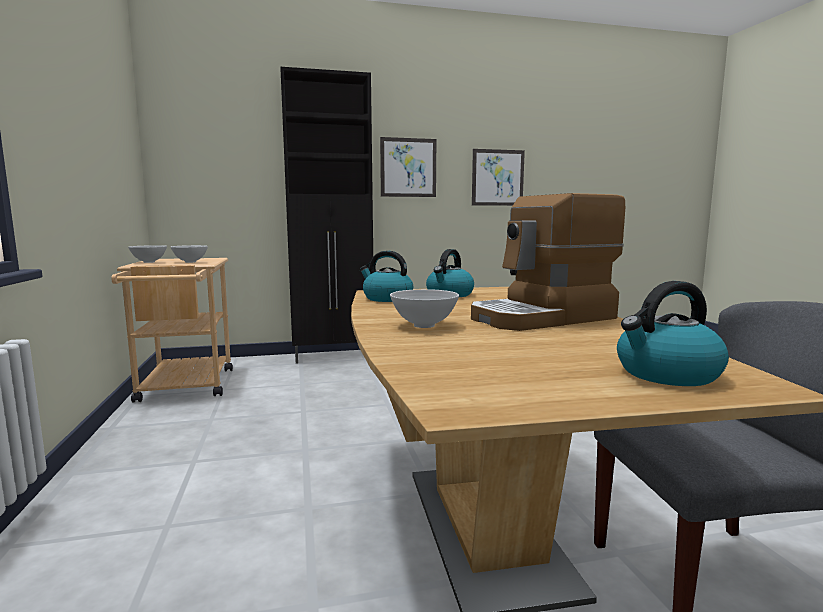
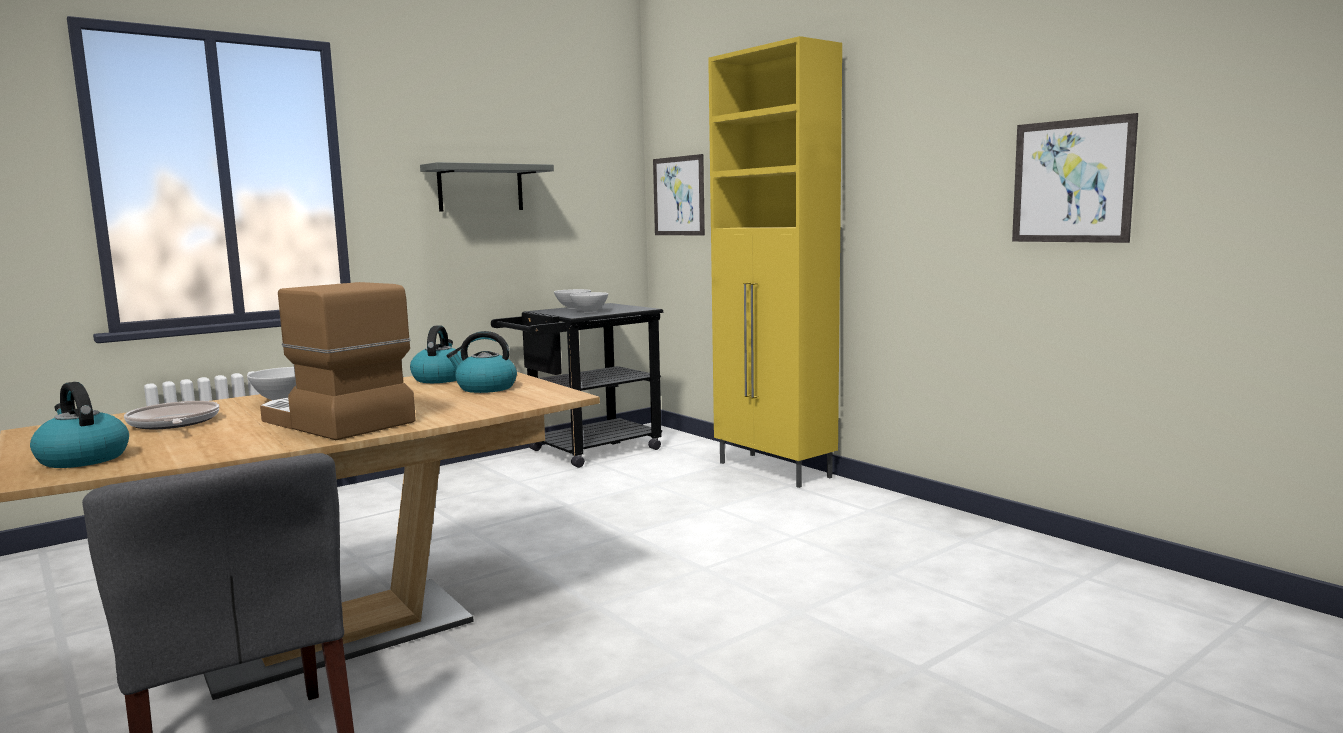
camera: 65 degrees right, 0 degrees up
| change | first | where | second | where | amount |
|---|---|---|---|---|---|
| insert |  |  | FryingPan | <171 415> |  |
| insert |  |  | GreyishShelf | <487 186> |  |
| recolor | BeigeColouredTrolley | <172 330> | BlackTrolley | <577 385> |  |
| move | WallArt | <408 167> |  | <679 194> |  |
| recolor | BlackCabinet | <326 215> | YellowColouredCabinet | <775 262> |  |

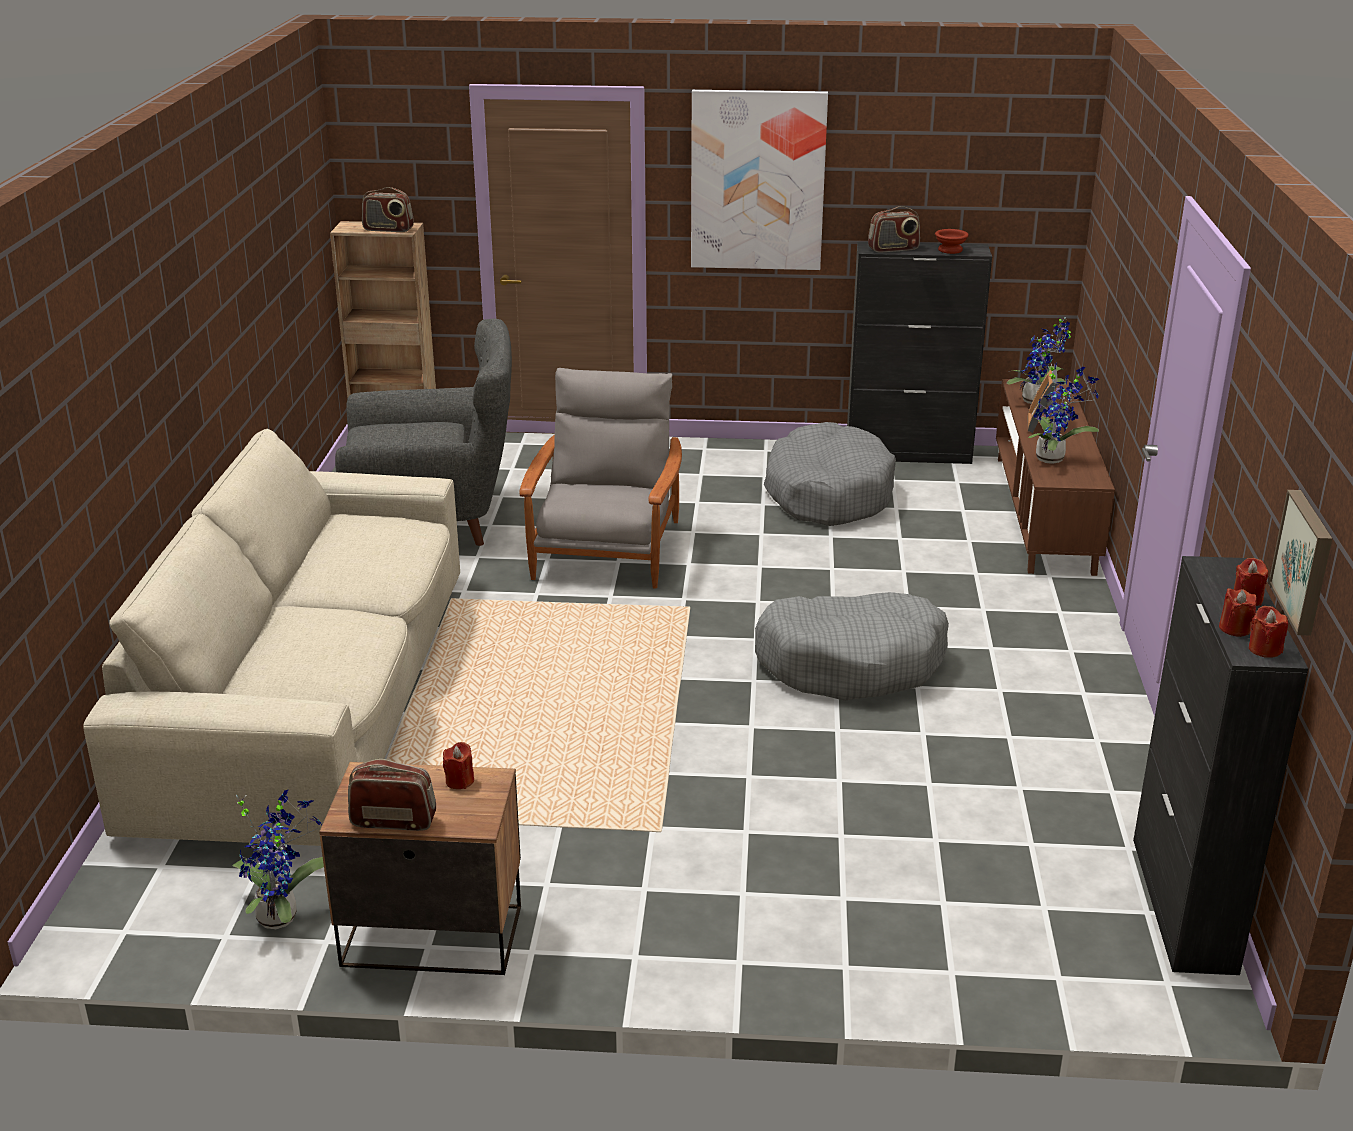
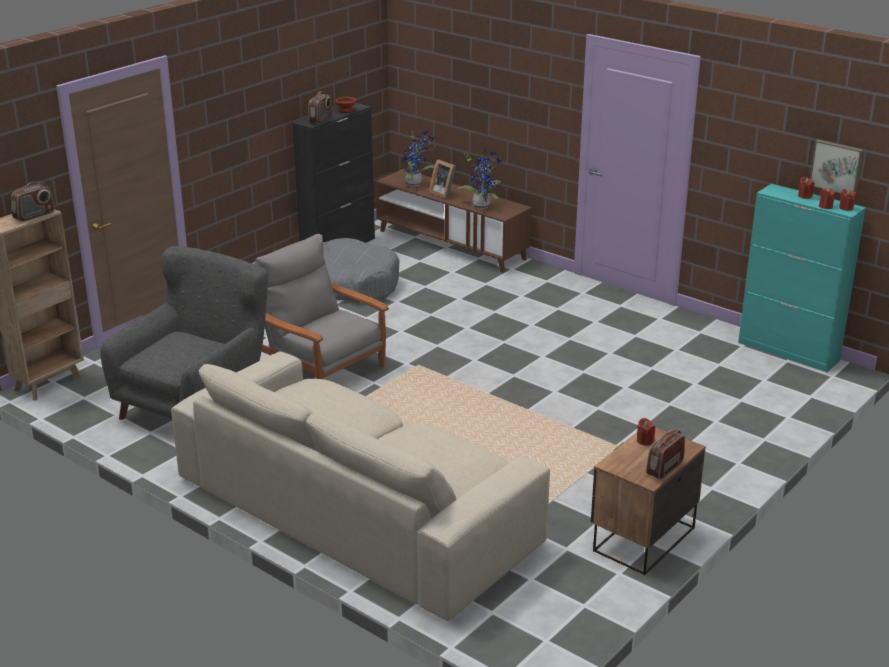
camera: 55 degrees left, 0 degrees up
| change | first | where | second | where | amount |
|---|---|---|---|---|---|
| recolor | BlackCabinet | <1220 765> | BlueGreenCabinet | <802 278> |  |
| delete | Houseplant | <278 859> |  |  |  |
| delete | WallArt | <759 180> |  |  |  |
| delete | GreyishDogCushion | <852 646> |  |  |  |

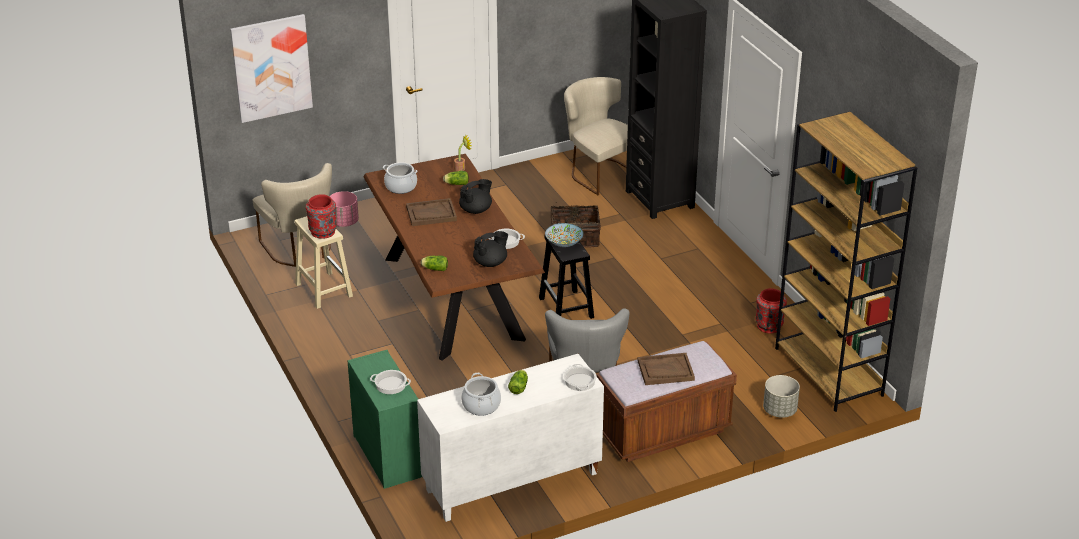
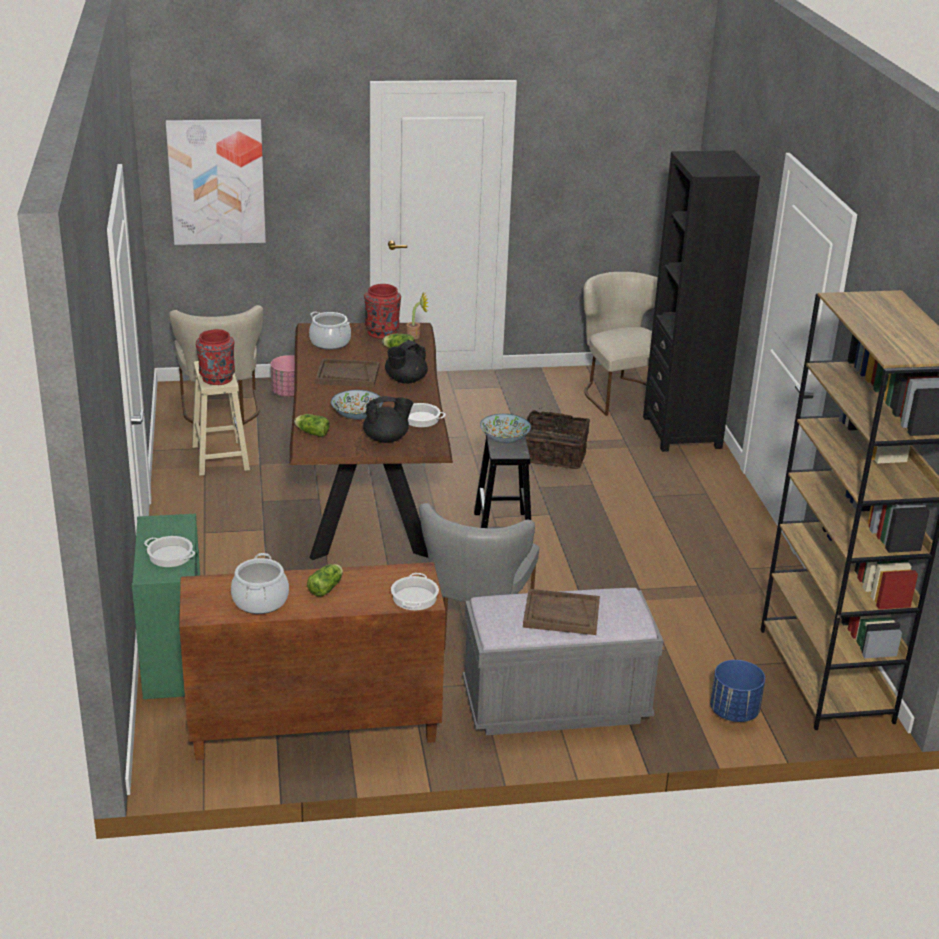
camera: 15 degrees right, 5 degrees down
| change | first | where | second | where | amount |
|---|---|---|---|---|---|
| recolor | WhiteColouredCabinet | <510 438> | BrownishCabinet | <312 661> |  |
| insert |  |  | DeepDish | <357 405> |  |
| move | RedColouredDecorativeVase | <771 310> |  | <382 311> |  |
| rotate | BlackTeapot | <475 196> |  | <406 362> | 150 degrees clockwise |
| recolor | BrownishLongSeat | <666 401> | GreyishLongSeat | <563 661> |  |
| recolor | GreyishPlanter | <781 396> | BluePlanter | <737 691> |  |

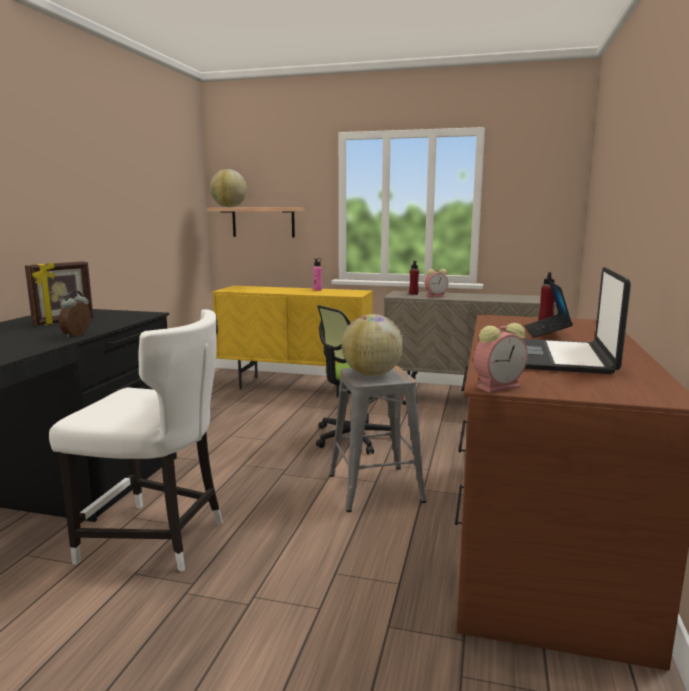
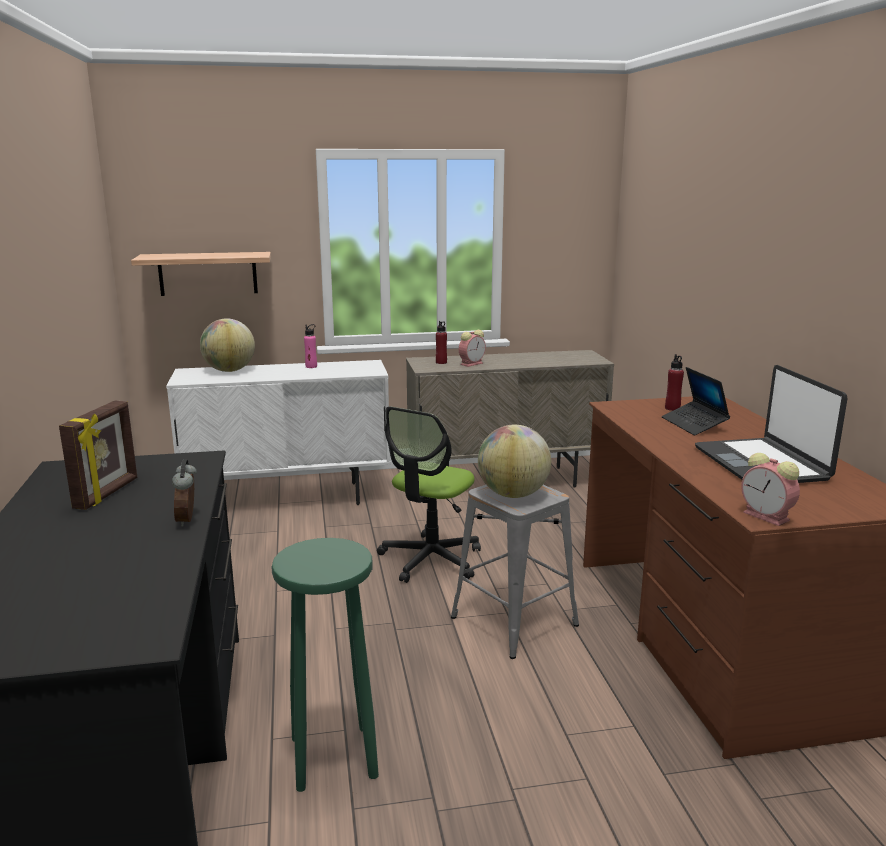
camera: 25 degrees left, 5 degrees up
| change | first | where | second | where | amount |
|---|---|---|---|---|---|
| recolor | YellowColouredCabinet | <292 342> | WhiteColouredCabinet | <278 432> |  |
| move | DeskGlobe | <228 188> |  | <227 345> |  |
| replace | WhiteColouredChair | <135 440> | GreenColouredSittingStool | <325 665> |  |
| rotate | BedsideClock | <501 358> |  | <770 489> | 105 degrees clockwise |

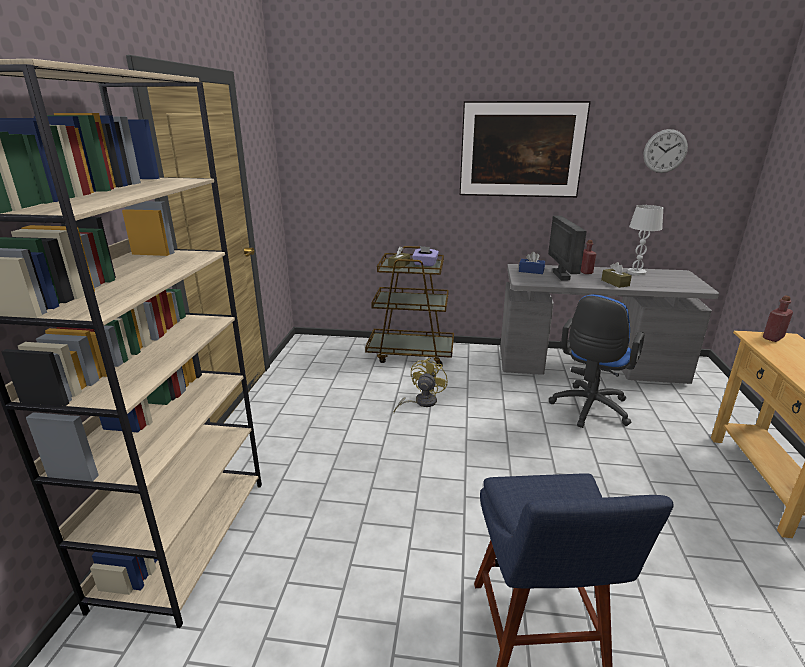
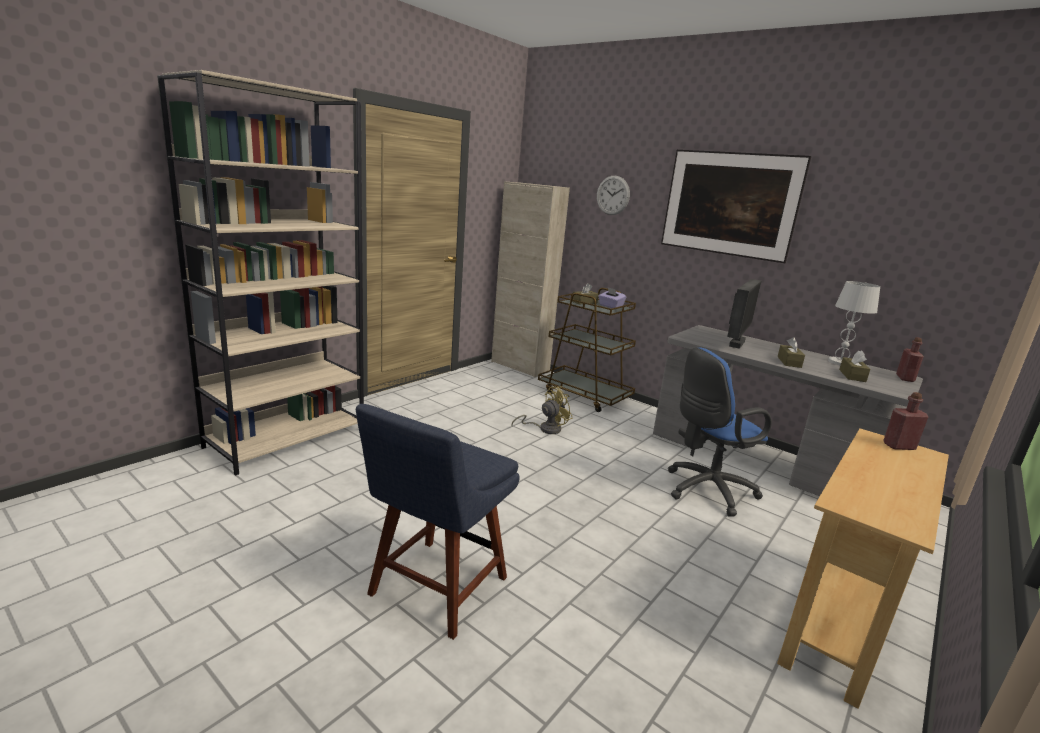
camera: 30 degrees right, 5 degrees down
| change | first | where | second | where | amount |
|---|---|---|---|---|---|
| insert |  |  | BeigeColouredCabinet | <530 279> |  |
| move | WallClock | <665 151> |  | <613 195> |  |
| insert |  |  | BrownishTissueBox | <854 366> |  |
| move | RedColouredBeverageBottle | <588 257> |  | <910 359> |  |
| delete | BlueTissueBox | <532 263> |  |  |  |

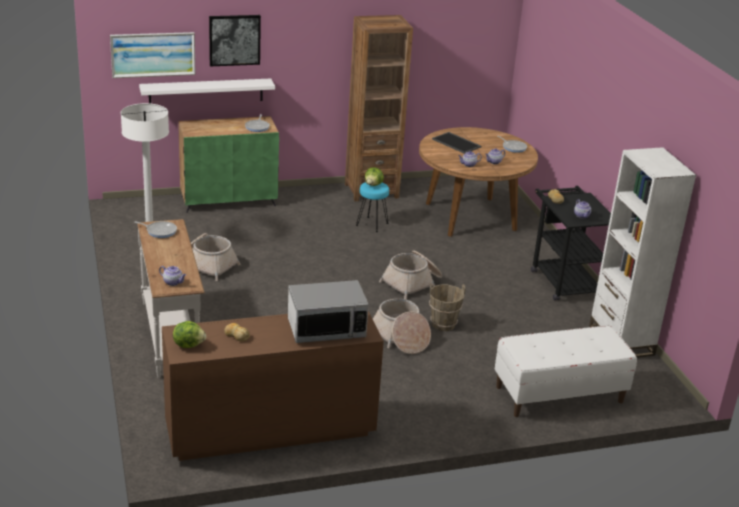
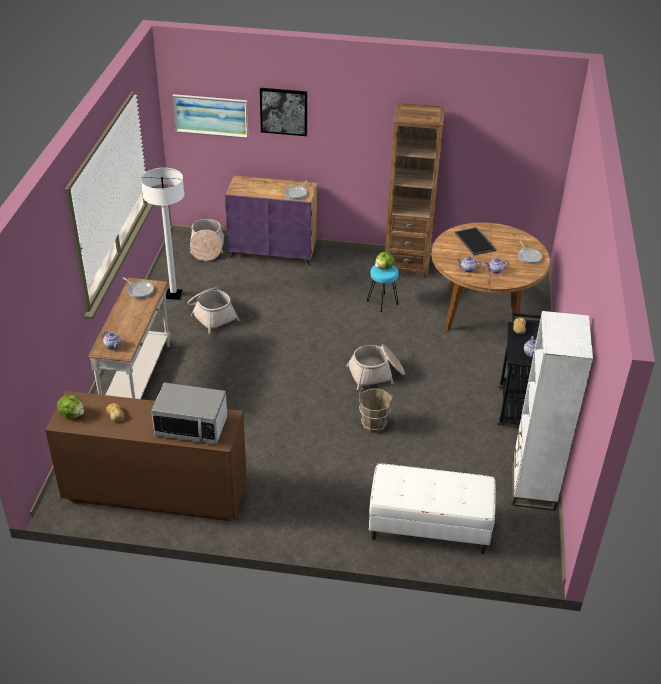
camera: 25 degrees right, 10 degrees up
| change | first | where | second | where | amount |
|---|---|---|---|---|---|
| move | HouseholdBasket | <402 326> |  | <207 240> |  |
| recolor | GreenColouredCabinet | <228 164> | PurplishCabinet | <271 220> |  |
| delete | WhiteColouredShelf | <207 91> |  |  |  |

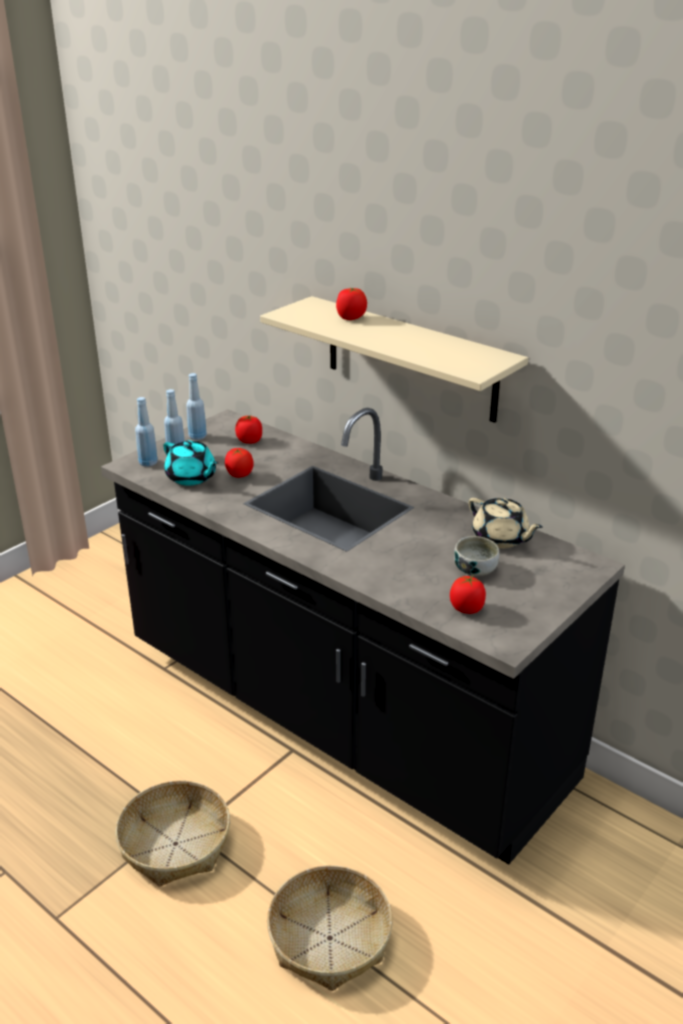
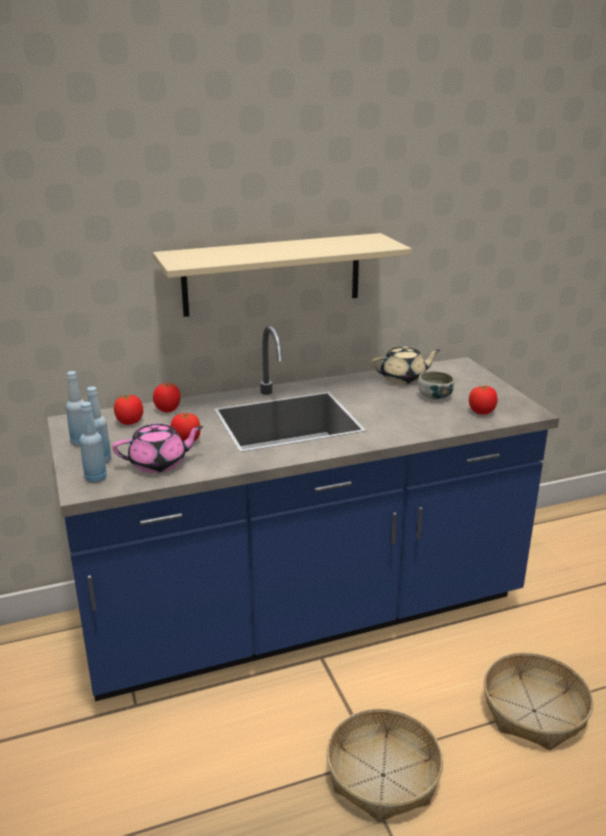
camera: 60 degrees left, 5 degrees down
| change | first | where | second | where | amount |
|---|---|---|---|---|---|
| recolor | BlackKitchenBaseUnit | <363 636> | BlueKitchenBaseUnit | <303 513> |  |
| recolor | BlueGreenTeapot | <191 463> | PinkTeapot | <157 448> |  |
| move | WholeTomato | <351 303> |  | <167 398> |  |

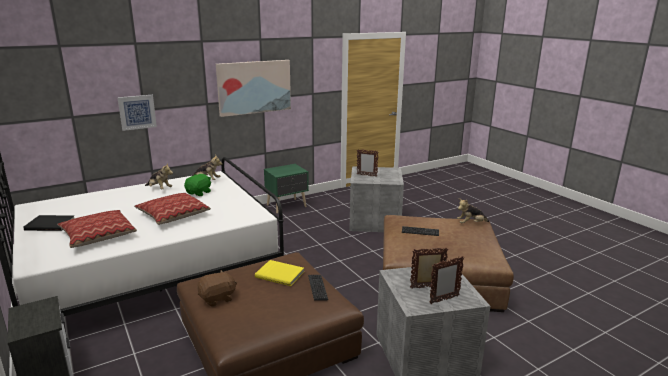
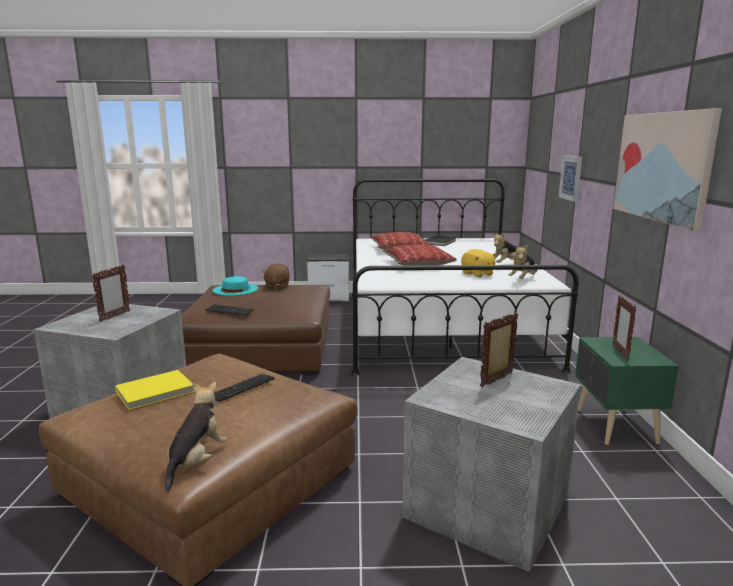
camera: 120 degrees right, 5 degrees down
| change | first | where | second | where | amount |
|---|---|---|---|---|---|
| move | YellowColouredVolume | <279 273> |  | <154 390> |  |
| insert |  |  | BlueGreenWearableHat | <235 285> |  |
| recolor | GreenColouredCuddlyToy | <197 185> | YellowColouredCuddlyToy | <478 263> |  |
| move | PictureFrame | <446 280> |  | <624 327> |  |

